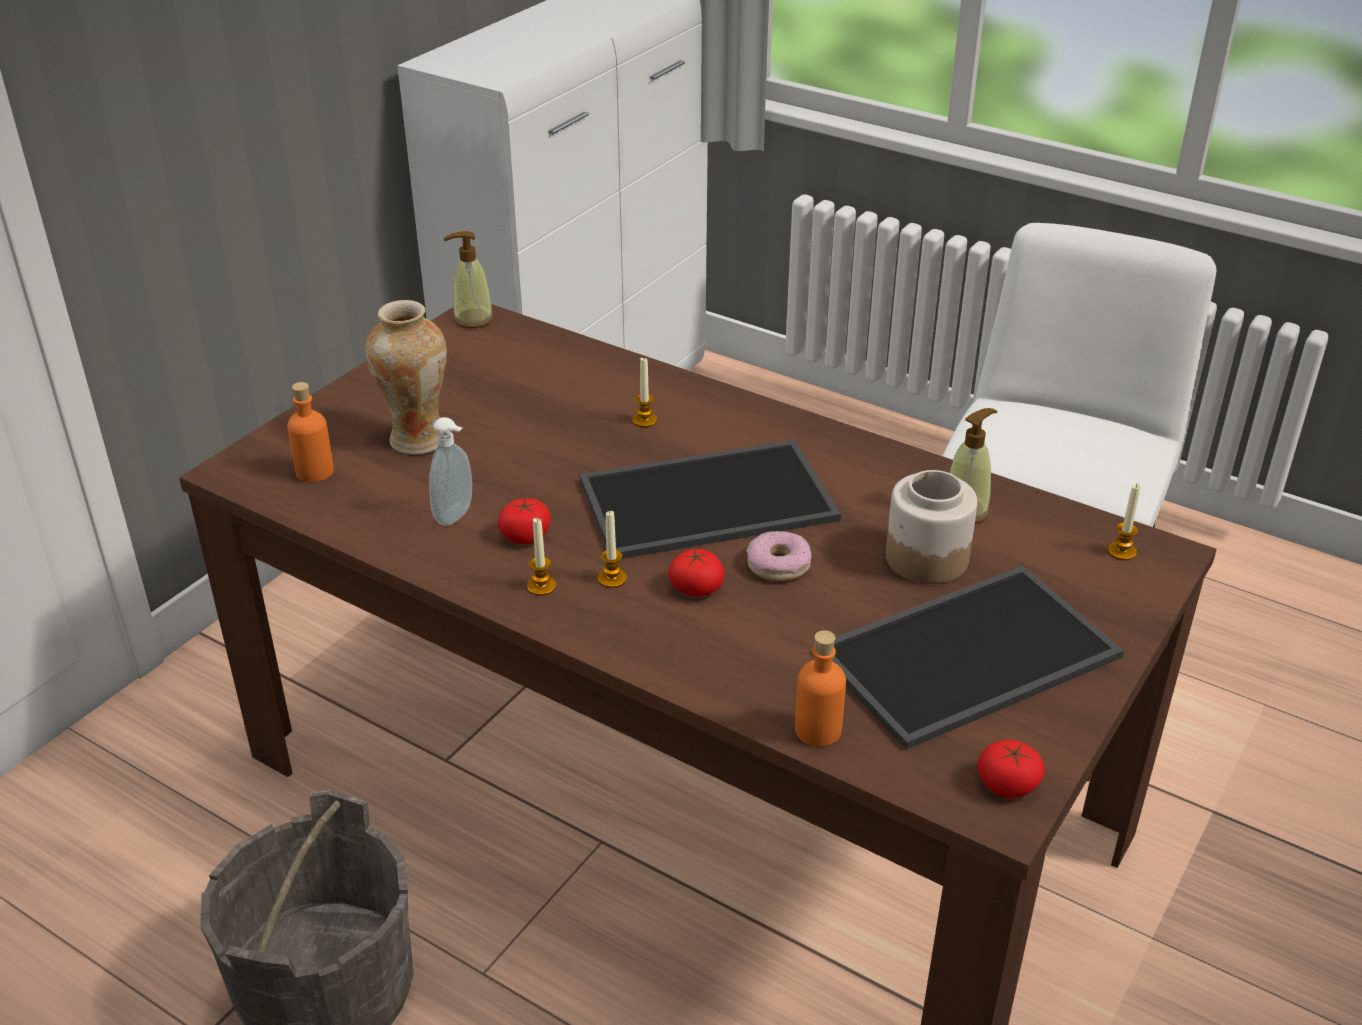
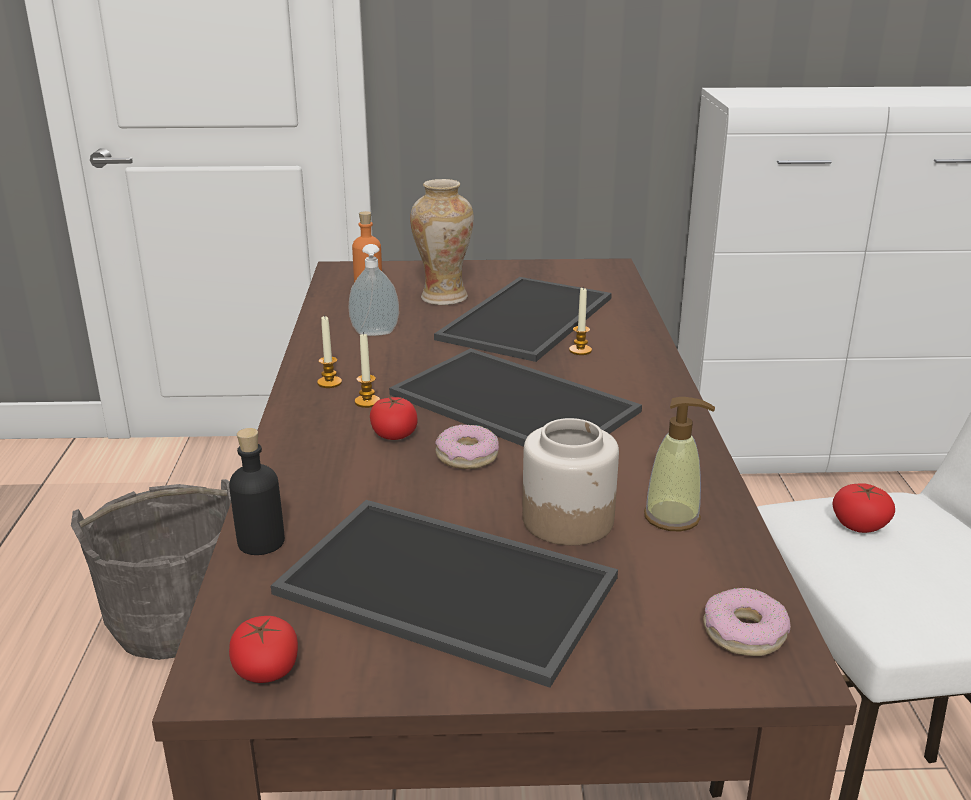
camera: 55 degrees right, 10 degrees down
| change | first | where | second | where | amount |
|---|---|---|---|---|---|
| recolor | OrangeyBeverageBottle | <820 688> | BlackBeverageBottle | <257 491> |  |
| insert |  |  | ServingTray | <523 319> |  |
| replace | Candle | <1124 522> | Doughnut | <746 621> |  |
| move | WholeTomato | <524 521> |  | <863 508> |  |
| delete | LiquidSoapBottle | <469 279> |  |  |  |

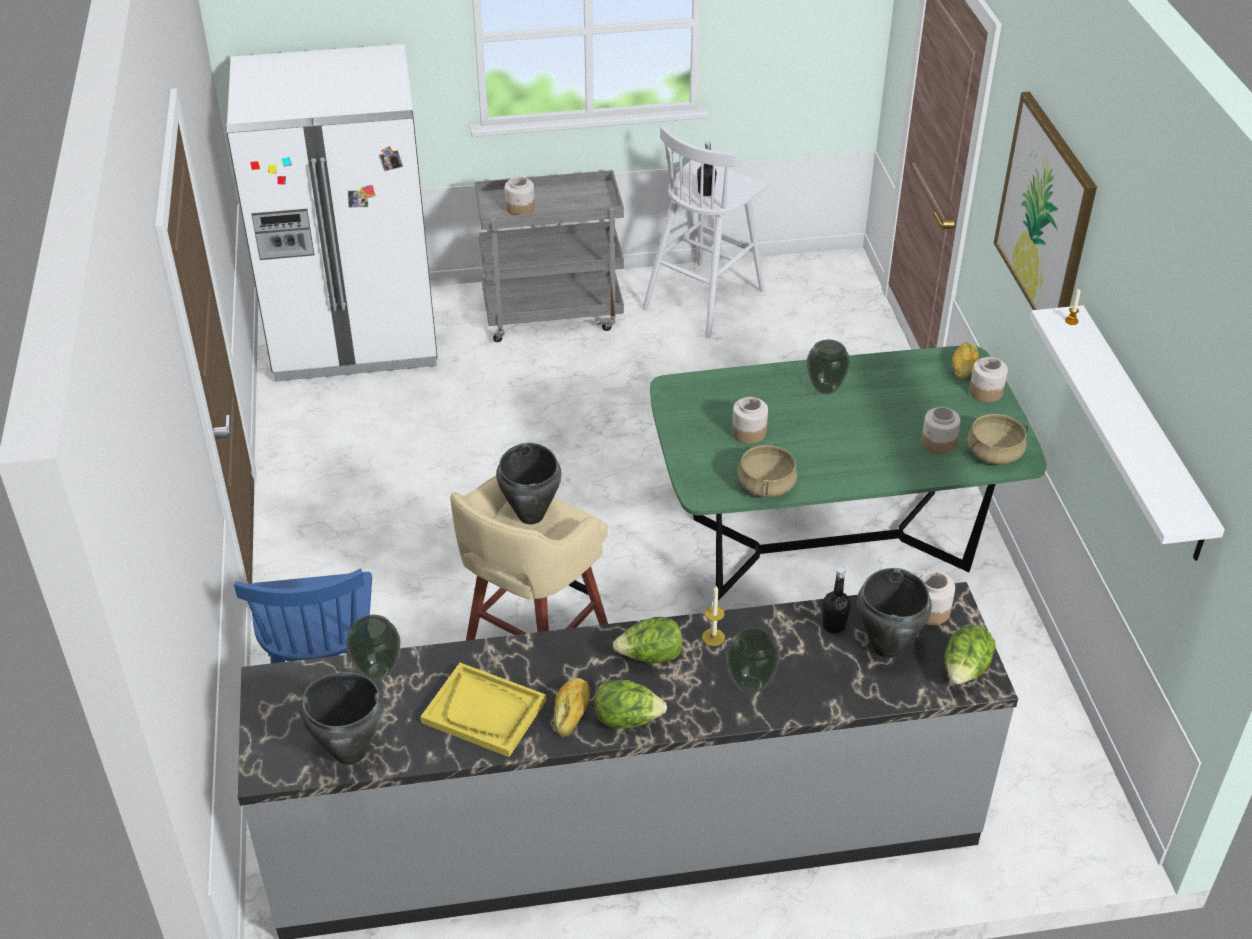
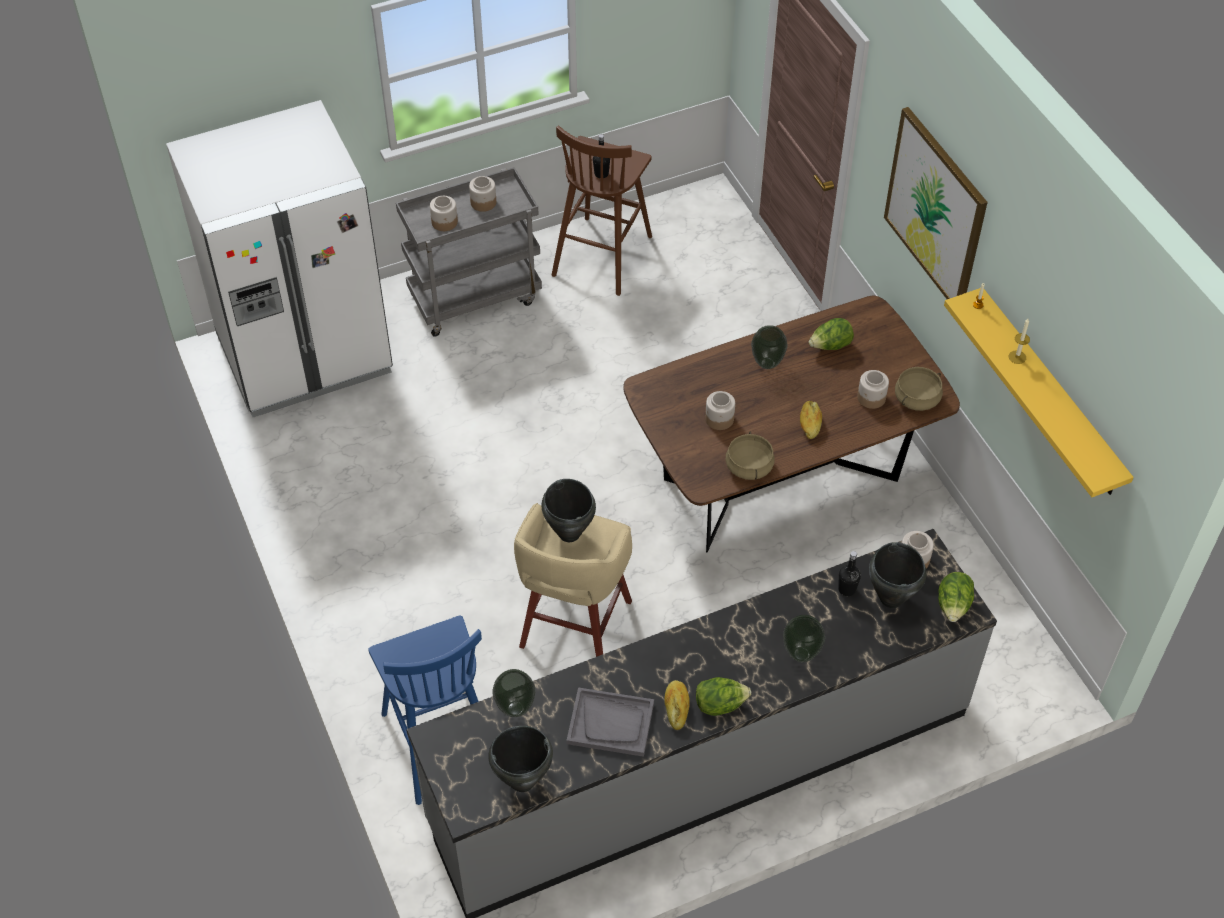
camera: 15 degrees left, 10 degrees up
| change | first | where | second | where | amount |
|---|---|---|---|---|---|
| move | Jar | <988 380> |  | <482 194> |  |
| recolor | WhiteColouredSittingStool | <704 231> | BrownishSittingStool | <602 210> |  |
| recolor | YellowColouredServingTray | <483 710> | GreyishServingTray | <610 722> |  |
| recolor | GreenColouredKitchenTable | <848 473> | BrownishKitchenTable | <791 424> |  |
| move | BakeryBread | <965 360> |  | <811 420> |  |
| move | LettuceHead | <647 640> |  | <831 334> |  |
| recolor | WhiteColouredShelf | <1127 433> | YellowColouredShelf | <1039 392> |  |
| move | Candle | <713 616> |  | <1019 341> |  |

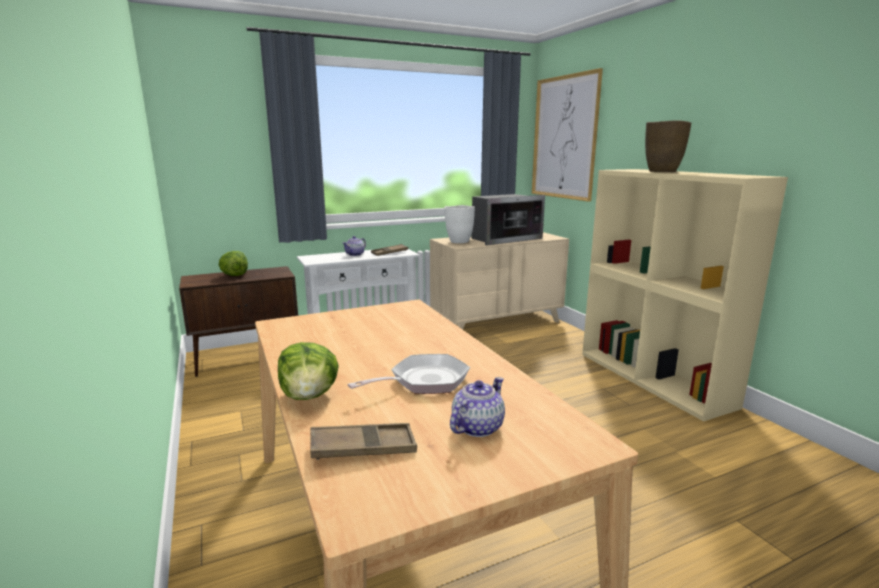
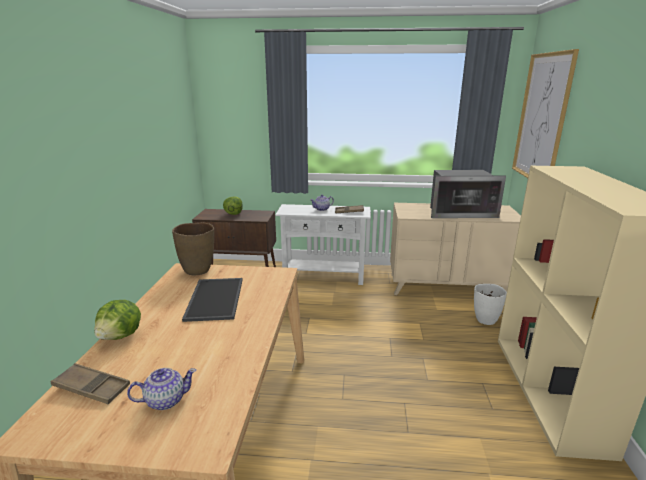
camera: 30 degrees right, 5 degrees up
| change | first | where | second | where | amount |
|---|---|---|---|---|---|
| move | BrownishDecorativeVase | <668 146> |  | <193 249> |  |
| insert |  |  | ServingTray | <212 300> |  |
| move | WhiteColouredDecorativeVase | <459 224> |  | <490 304> |  |
| delete | FryingPan | <409 374> |  |  |  |

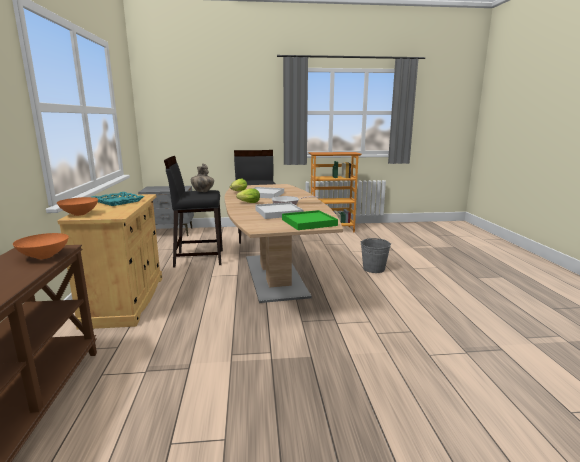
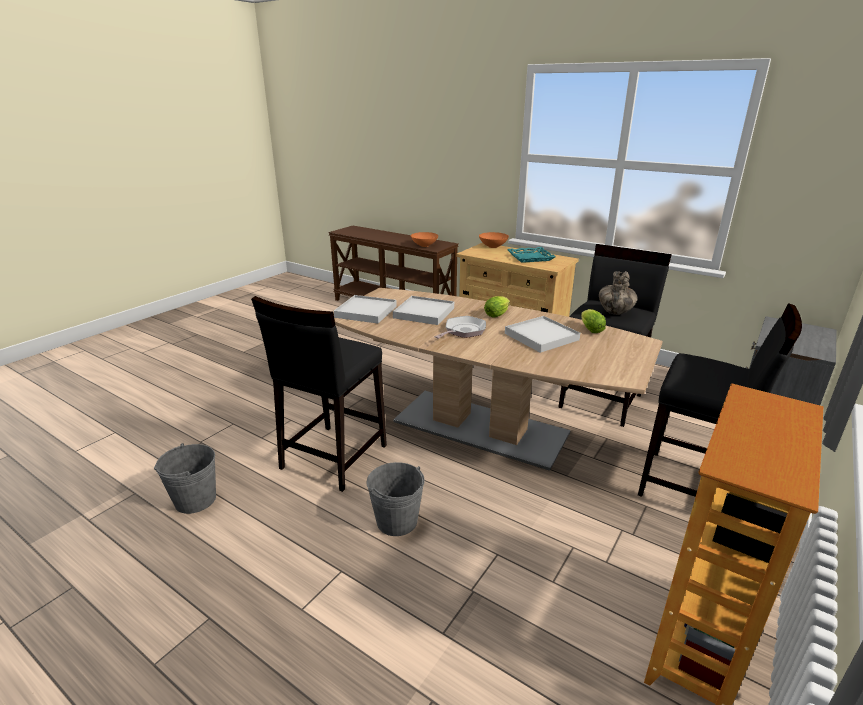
camera: 130 degrees right, 10 degrees up
| change | first | where | second | where | amount |
|---|---|---|---|---|---|
| insert |  |  | GreyishWaterBucket | <185 478> |  |
| insert |  |  | BlackSittingStool | <319 394> |  |
| recolor | GreenColouredServingTray | <310 220> | WhiteColouredServingTray | <365 309> |  |

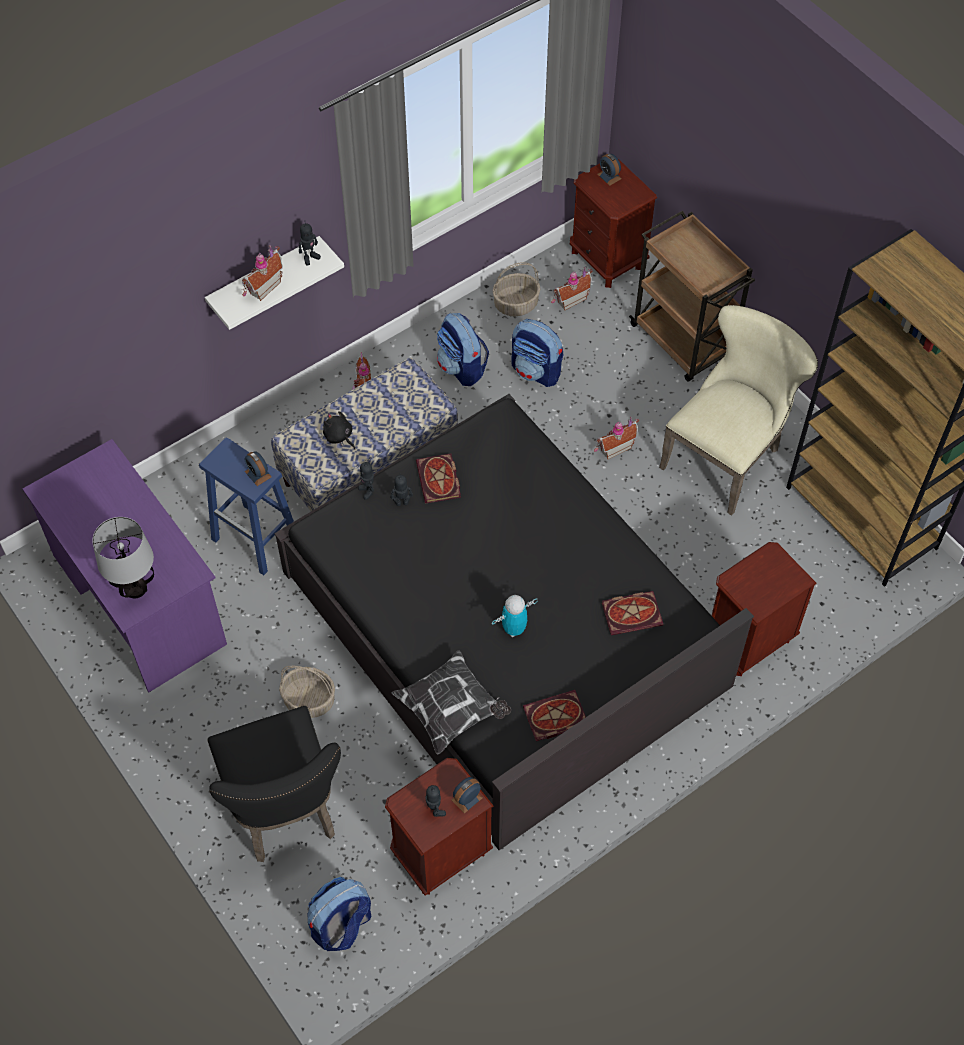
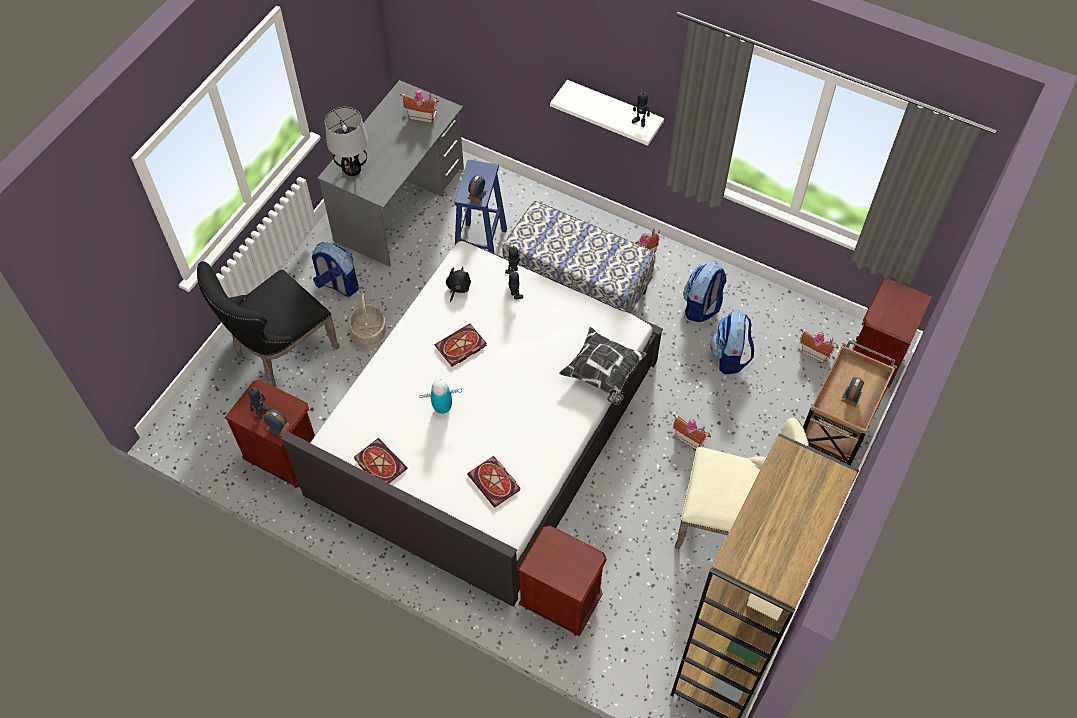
camera: 65 degrees right, 0 degrees up
| change | first | where | second | where | amount |
|---|---|---|---|---|---|
| recolor | BlackSleepingBed | <514 622> | WhiteColouredSleepingBed | <472 422> |  |
| move | Rucksack | <339 914> |  | <335 269> |  |
| recolor | PurplishDesk | <125 565> | GreyishDesk | <390 173> |  |
| move | ModelHouse | <262 273> |  | <419 106> |  |
| rotate | ModelRobot | <514 616> |  | <440 397> | 45 degrees counterclockwise |
| move | Volume | <438 478> |  | <461 344> |  |
| move | BlackCuddlyToy | <339 430> |  | <458 284> |  |
| move | ThrowPillow | <451 702> |  | <603 366> |  |
| move | BedsideClock | <609 170> |  | <852 392> |  |
| delete | HouseholdBasket | <516 289> |  |  |  |

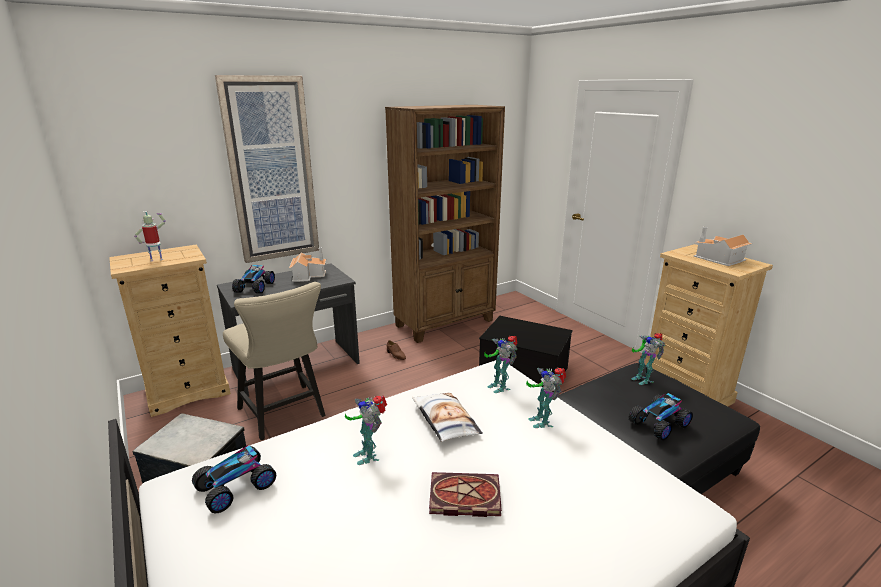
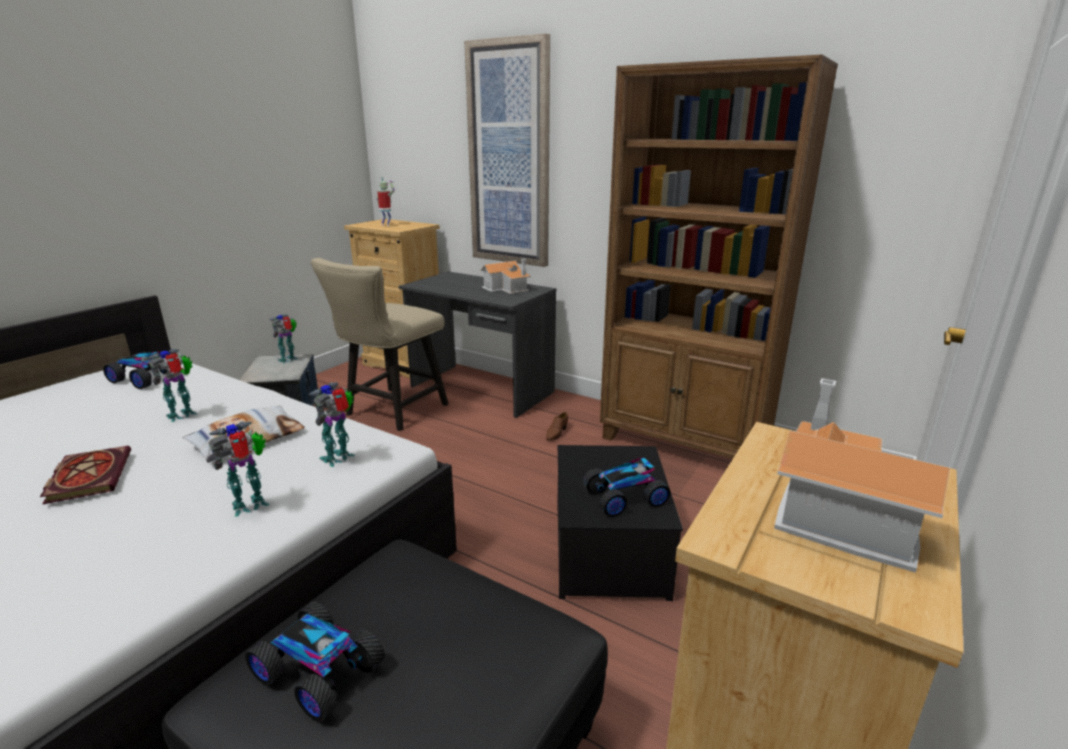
camera: 65 degrees right, 0 degrees up
| change | first | where | second | where | amount |
|---|---|---|---|---|---|
| move | ModelRobot | <648 359> |  | <283 338> |  |
| move | MiniatureCar | <253 279> |  | <627 487> |  |

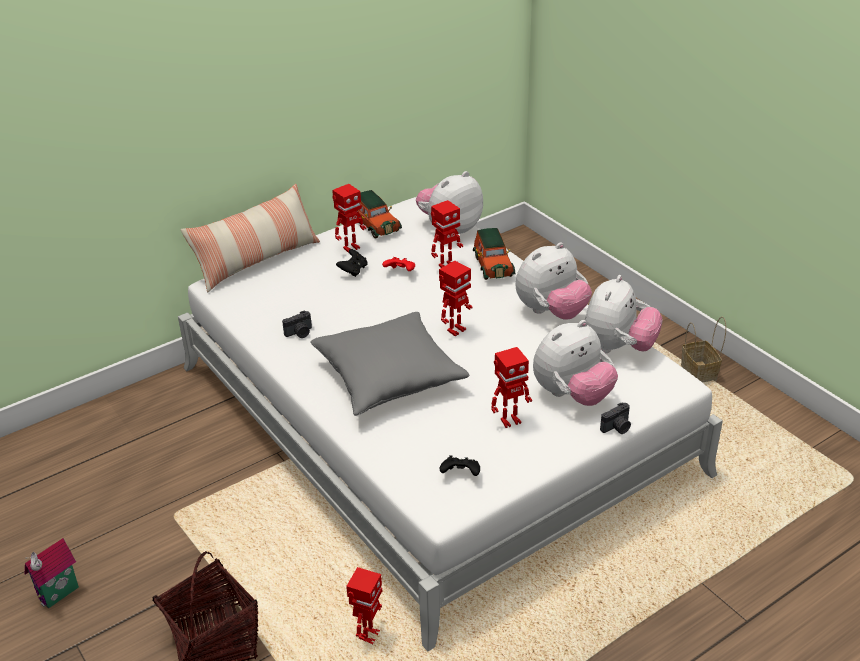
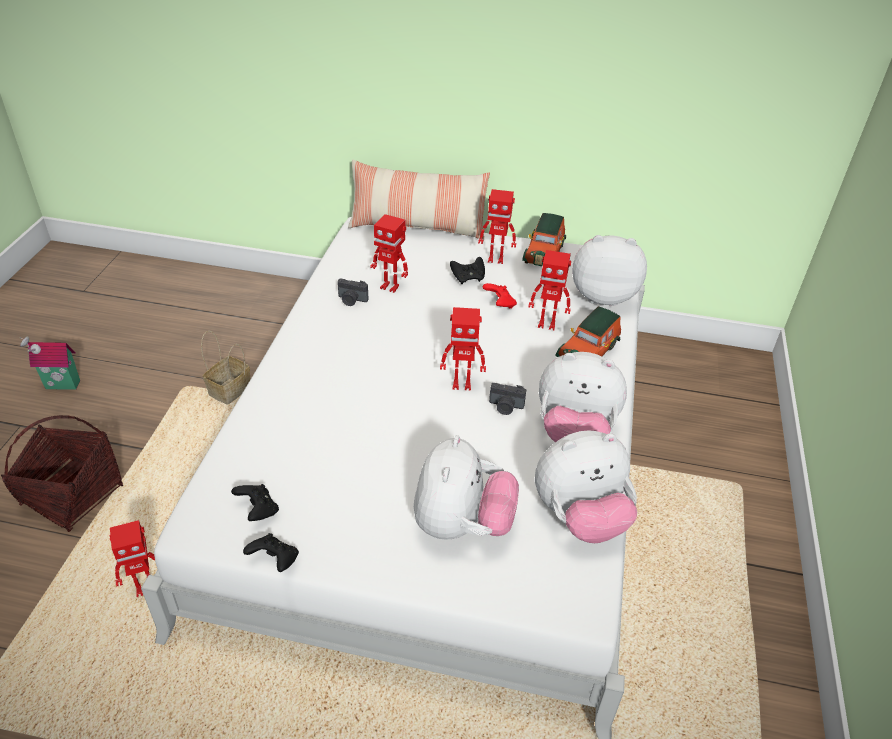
camera: 45 degrees right, 5 degrees up
| change | first | where | second | where | amount |
|---|---|---|---|---|---|
| move | HouseholdBasket | <703 350> |  | <225 367> |  |
| insert |  |  | BlackGameController | <271 552> |  |
| move | ModelRobot | <511 387> |  | <389 253> |  |
| rotate | CuddlyToy | <575 363> |  | <466 487> | 90 degrees counterclockwise |
| move | PhotoCamera | <615 418> |  | <507 399> |  |
| delete | GreyishThrowPillow | <389 364> |  |  |  |

